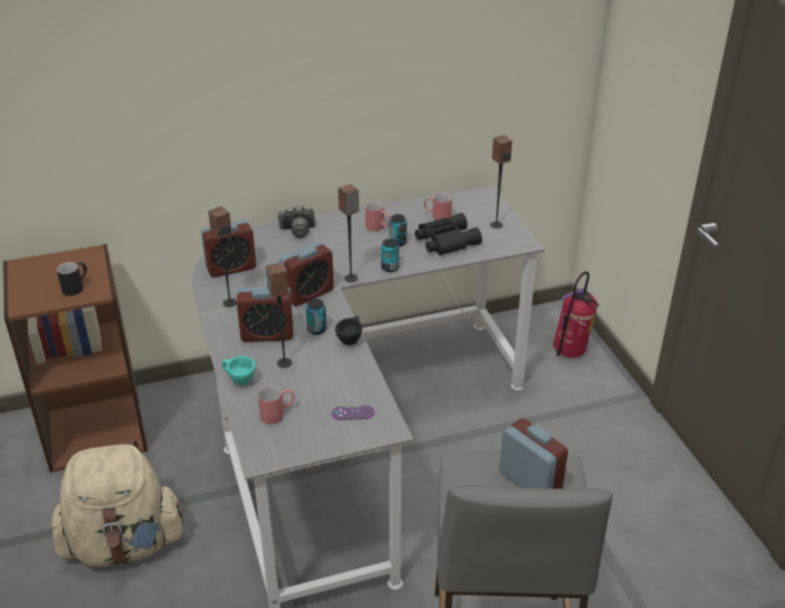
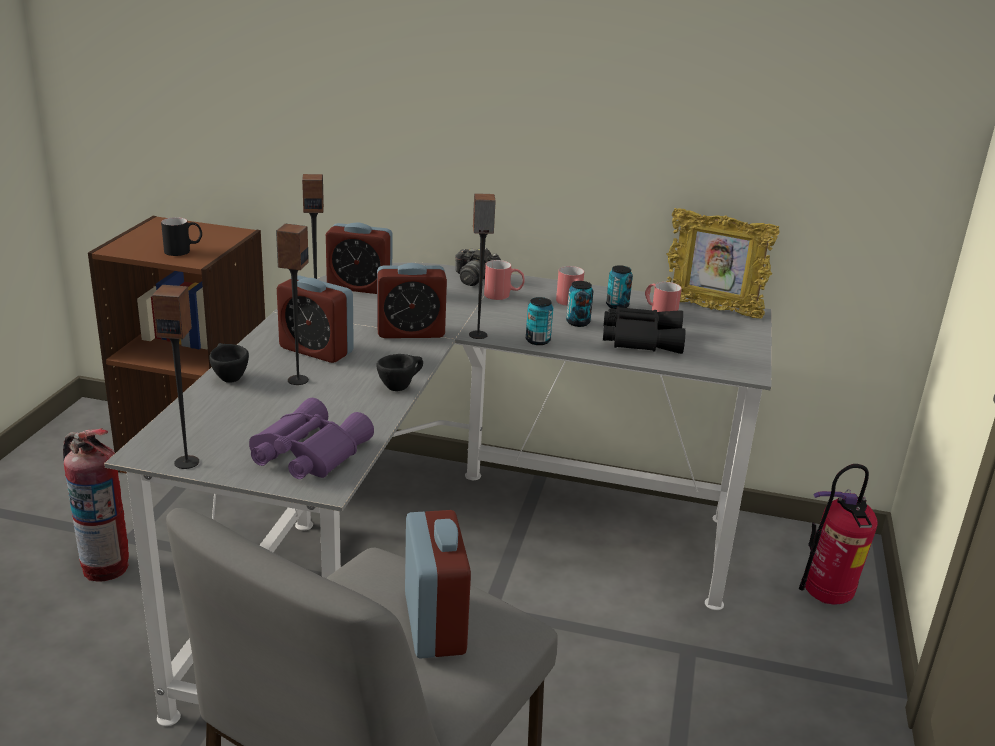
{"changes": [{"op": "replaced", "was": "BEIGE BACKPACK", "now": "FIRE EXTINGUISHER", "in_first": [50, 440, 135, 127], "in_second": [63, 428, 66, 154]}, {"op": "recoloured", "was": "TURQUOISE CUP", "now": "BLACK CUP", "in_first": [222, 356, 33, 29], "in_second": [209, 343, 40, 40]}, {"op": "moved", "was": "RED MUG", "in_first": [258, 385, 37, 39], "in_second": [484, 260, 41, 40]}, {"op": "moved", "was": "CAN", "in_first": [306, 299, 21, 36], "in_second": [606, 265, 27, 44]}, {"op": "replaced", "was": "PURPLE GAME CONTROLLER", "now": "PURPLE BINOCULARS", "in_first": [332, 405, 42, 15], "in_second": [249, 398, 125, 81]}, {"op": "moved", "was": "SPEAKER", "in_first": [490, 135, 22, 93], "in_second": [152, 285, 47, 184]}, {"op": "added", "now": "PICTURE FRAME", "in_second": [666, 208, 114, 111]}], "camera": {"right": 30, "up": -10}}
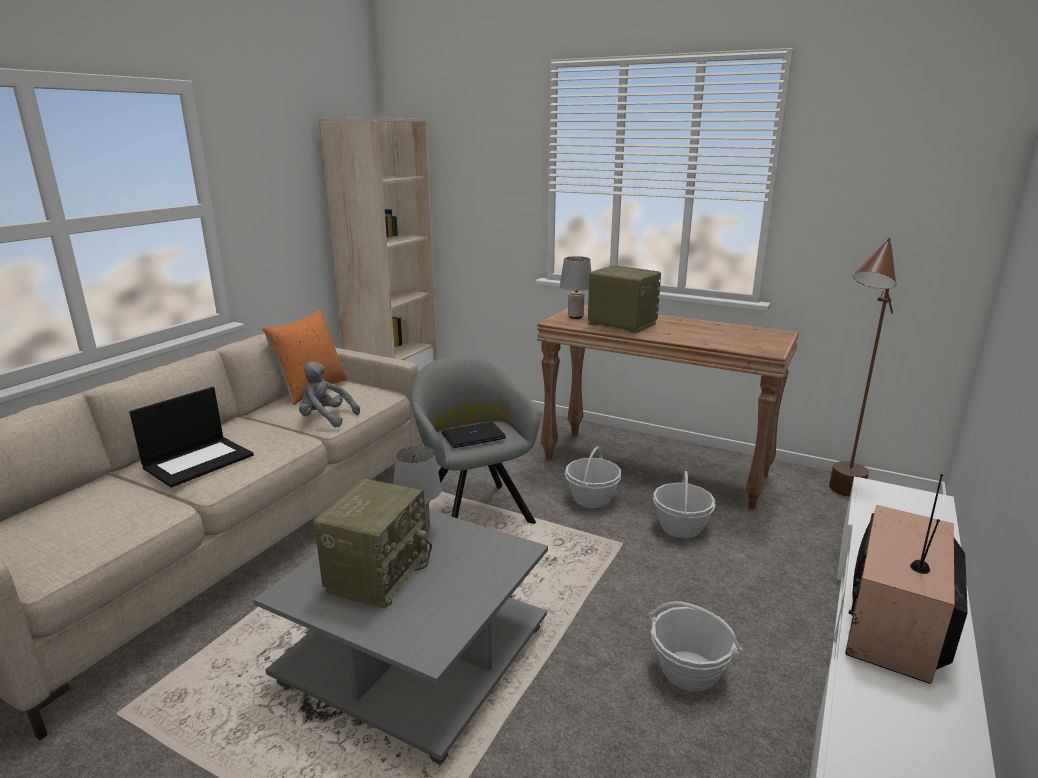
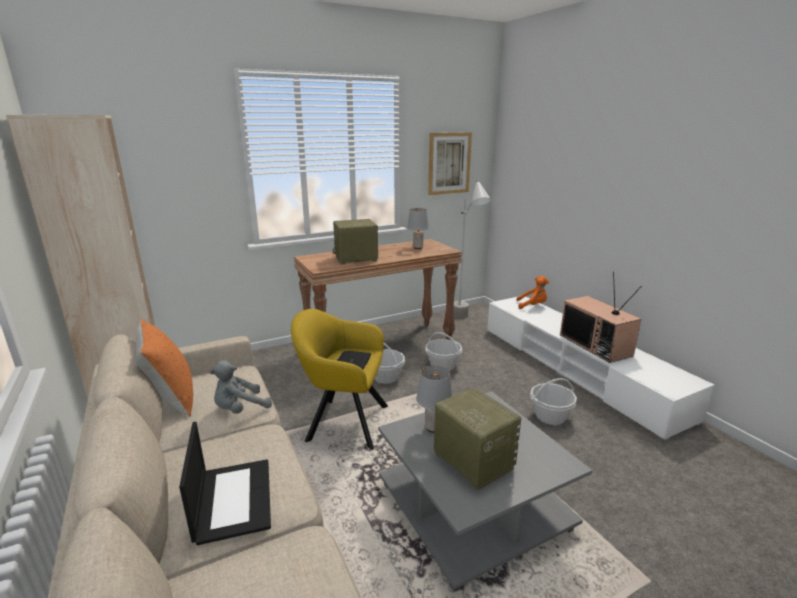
{"changes": [{"op": "recoloured", "was": "GREY ARMCHAIR", "now": "YELLOW ARMCHAIR", "in_first": [410, 355, 130, 169], "in_second": [291, 309, 97, 141]}, {"op": "moved", "was": "GREY TABLE LAMP", "in_first": [560, 256, 31, 63], "in_second": [407, 208, 22, 41]}, {"op": "recoloured", "was": "BROWN FLOOR LAMP", "now": "GREY FLOOR LAMP", "in_first": [829, 238, 67, 259], "in_second": [454, 179, 37, 140]}, {"op": "added", "now": "PICTURE", "in_second": [428, 132, 44, 63]}, {"op": "added", "now": "ORANGE PLUSH TOY", "in_second": [517, 276, 32, 33]}], "camera": {"right": -55, "up": 0}}
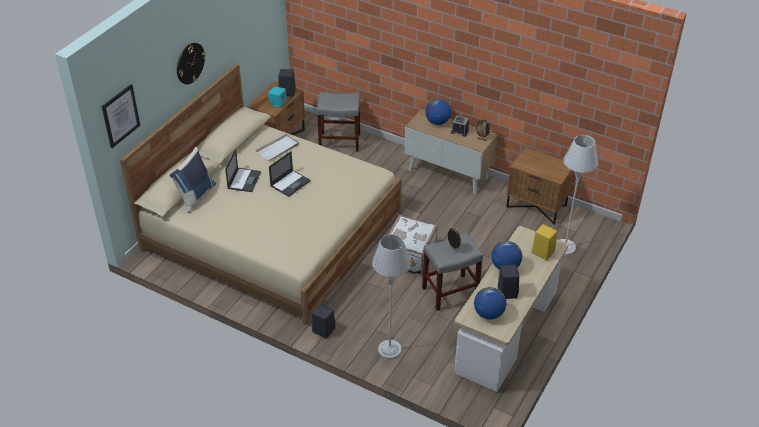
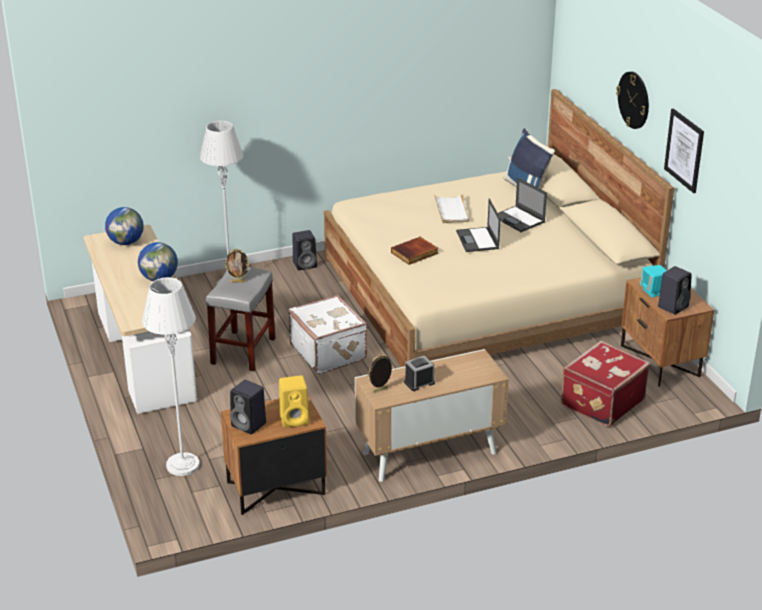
{"changes": [{"op": "moved", "was": "PICTURE", "in_first": [101, 84, 39, 64], "in_second": [664, 108, 40, 85]}, {"op": "moved", "was": "WHITE TRAY", "in_first": [255, 134, 44, 27], "in_second": [434, 193, 35, 30]}, {"op": "replaced", "was": "GREY STOOL", "now": "RED SUITCASE", "in_first": [317, 92, 43, 60], "in_second": [561, 341, 89, 86]}, {"op": "removed", "was": "GLOBE", "in_first": [425, 99, 26, 26]}, {"op": "moved", "was": "BLACK SPEAKER", "in_first": [498, 264, 21, 35], "in_second": [230, 380, 36, 54]}, {"op": "moved", "was": "YELLOW SPEAKER", "in_first": [532, 224, 25, 36], "in_second": [279, 375, 31, 53]}, {"op": "added", "now": "BOOK", "in_second": [391, 237, 47, 28]}], "camera": {"right": 130, "up": -10}}
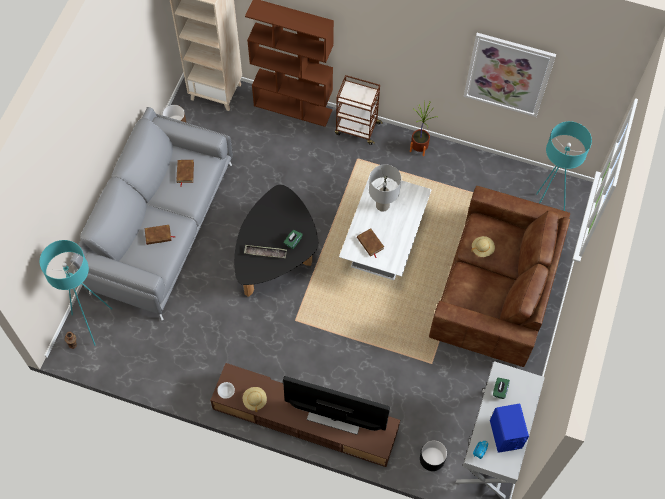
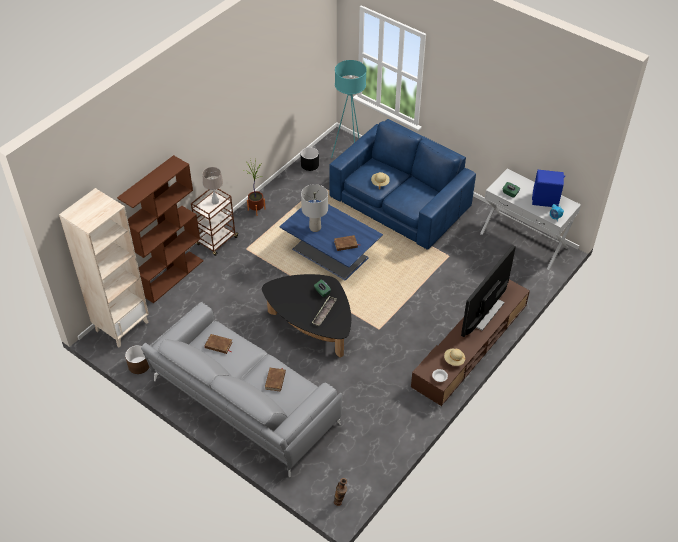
{"changes": [{"op": "removed", "was": "TURQUOISE FLOOR LAMP", "in_first": [40, 240, 72, 106]}, {"op": "recoloured", "was": "WHITE COFFEE TABLE", "now": "BLUE COFFEE TABLE", "in_first": [339, 171, 93, 109], "in_second": [279, 200, 104, 81]}, {"op": "moved", "was": "BLACK PLANTER", "in_first": [420, 440, 27, 31], "in_second": [301, 147, 18, 24]}, {"op": "recoloured", "was": "BROWN SOFA", "now": "BLUE SOFA", "in_first": [429, 186, 141, 181], "in_second": [329, 119, 147, 131]}, {"op": "removed", "was": "PICTURE", "in_first": [463, 33, 93, 84]}, {"op": "added", "now": "BEIGE TABLE LAMP", "in_second": [202, 167, 21, 37]}], "camera": {"right": -70, "up": -15}}
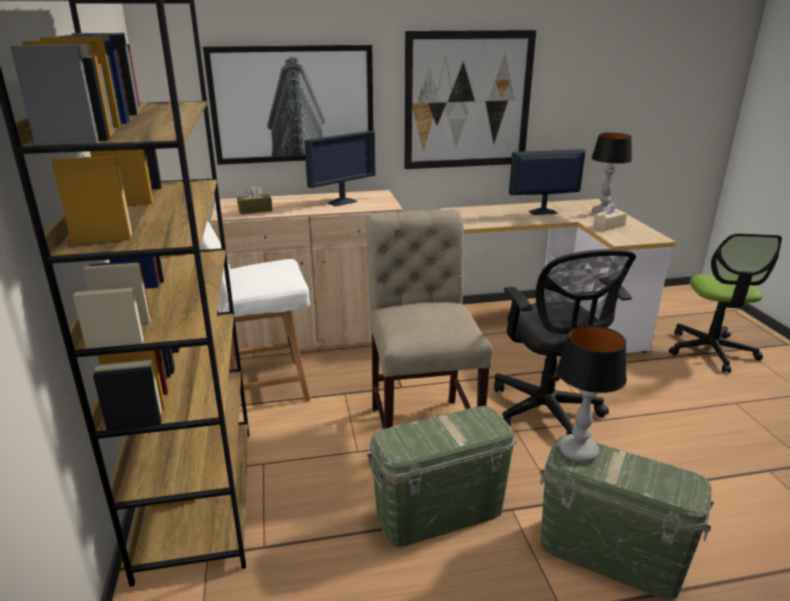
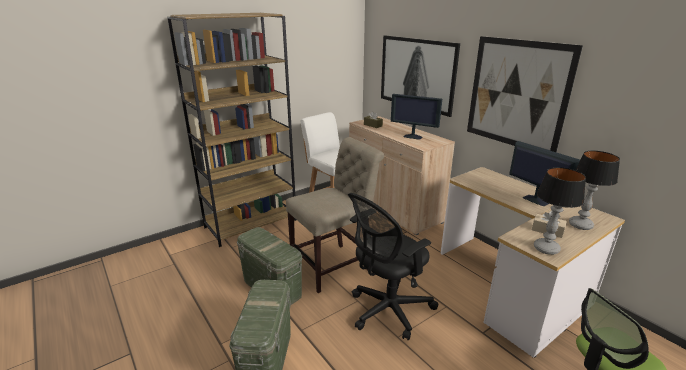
{"changes": [{"op": "moved", "was": "TABLE LAMP", "in_first": [557, 325, 70, 138], "in_second": [534, 167, 52, 88]}], "camera": {"right": 65, "up": 0}}
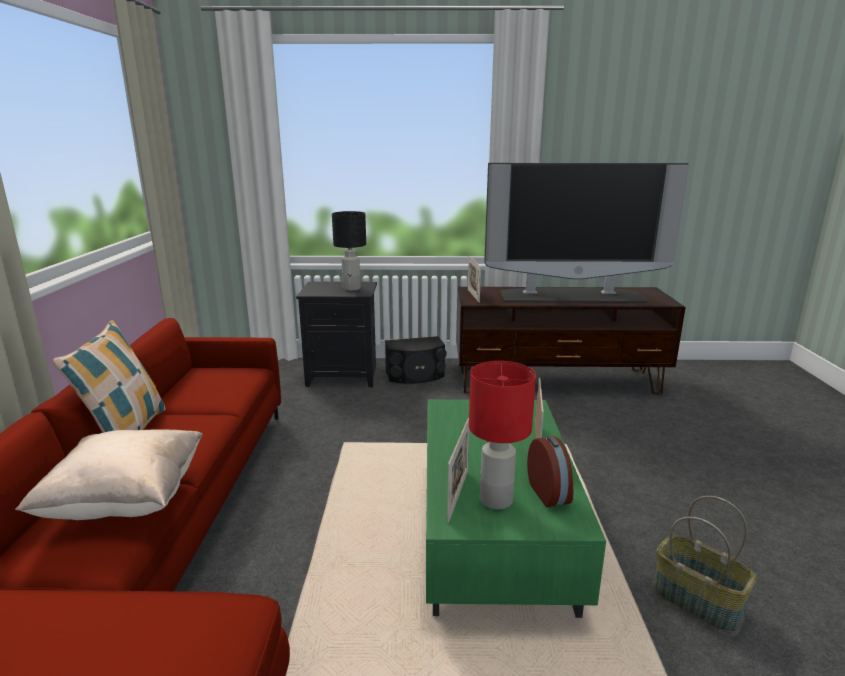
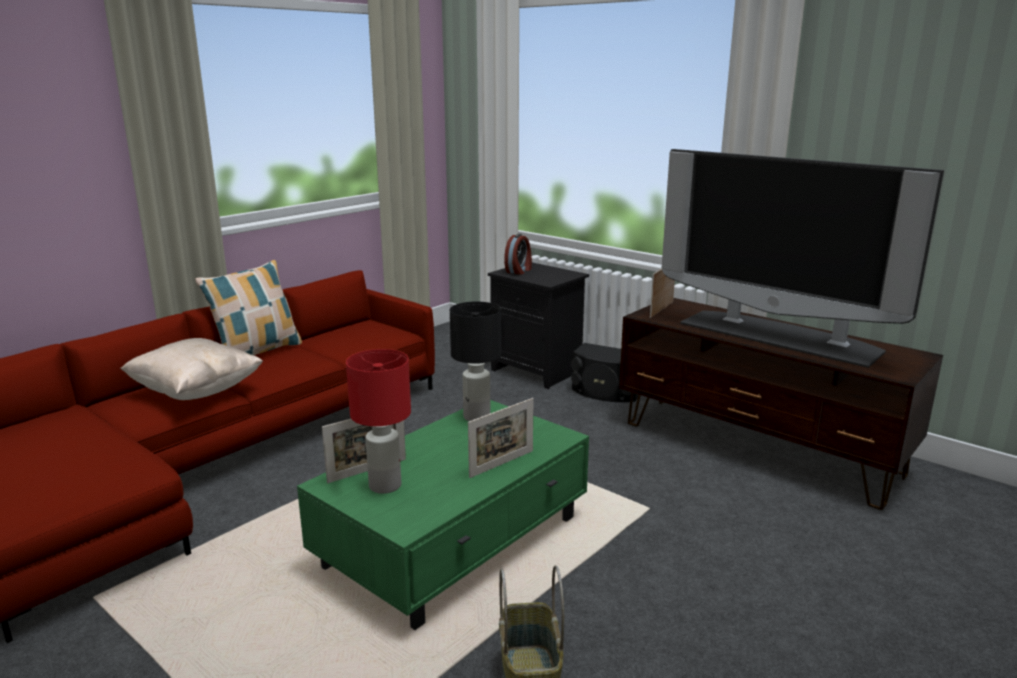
{"changes": [{"op": "moved", "was": "BLACK TABLE LAMP", "in_first": [332, 211, 34, 80], "in_second": [450, 301, 51, 120]}, {"op": "moved", "was": "ALARM CLOCK", "in_first": [527, 436, 46, 71], "in_second": [504, 234, 28, 41]}], "camera": {"right": 40, "up": 0}}
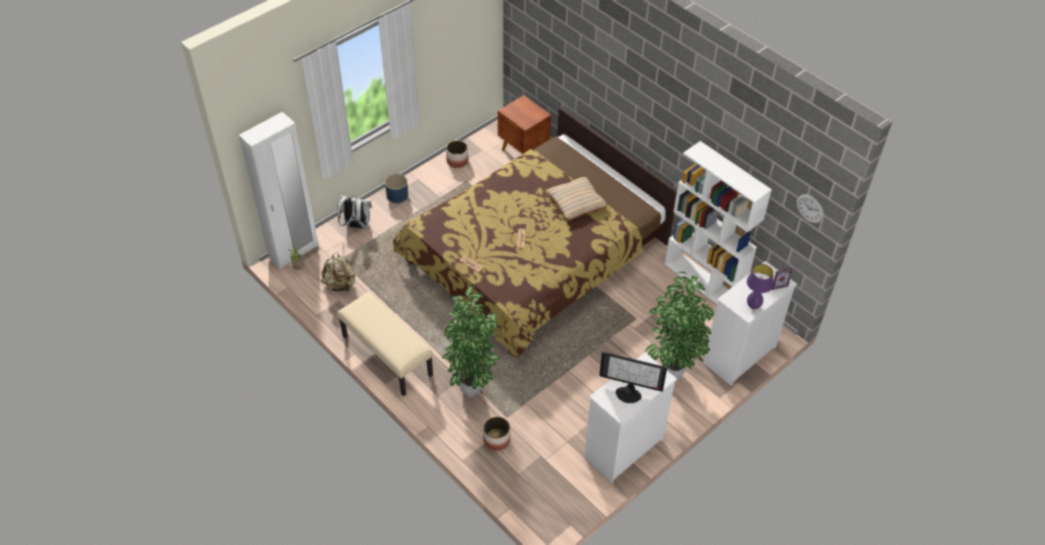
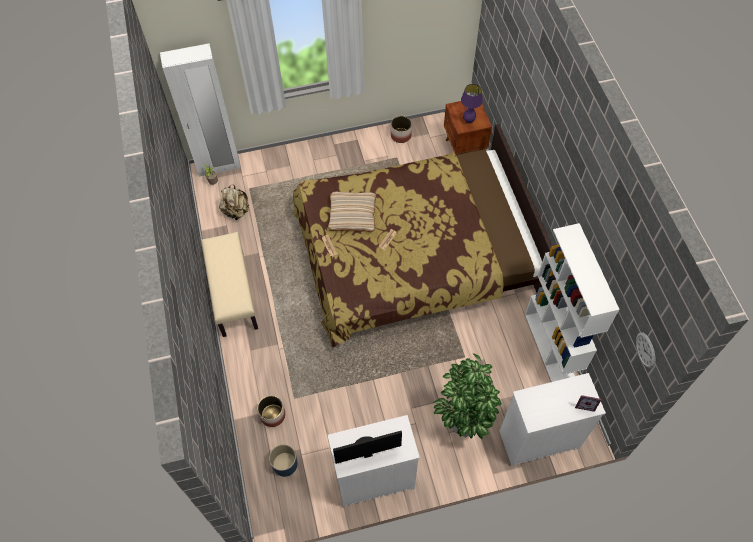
{"changes": [{"op": "removed", "was": "WHITE BACKPACK", "in_first": [337, 195, 35, 34]}, {"op": "moved", "was": "BLUE PLANTER", "in_first": [385, 174, 23, 29], "in_second": [269, 444, 29, 33]}, {"op": "removed", "was": "POTTED PLANT", "in_first": [442, 286, 58, 111]}, {"op": "moved", "was": "BEIGE PILLOW", "in_first": [547, 177, 60, 45], "in_second": [328, 192, 48, 40]}, {"op": "turned", "was": "MONITOR", "in_first": [599, 352, 68, 51], "in_second": [333, 431, 69, 33], "clockwise": 120}, {"op": "moved", "was": "PURPLE TABLE LAMP", "in_first": [747, 264, 26, 45], "in_second": [461, 84, 22, 39]}], "camera": {"right": 30, "up": 10}}
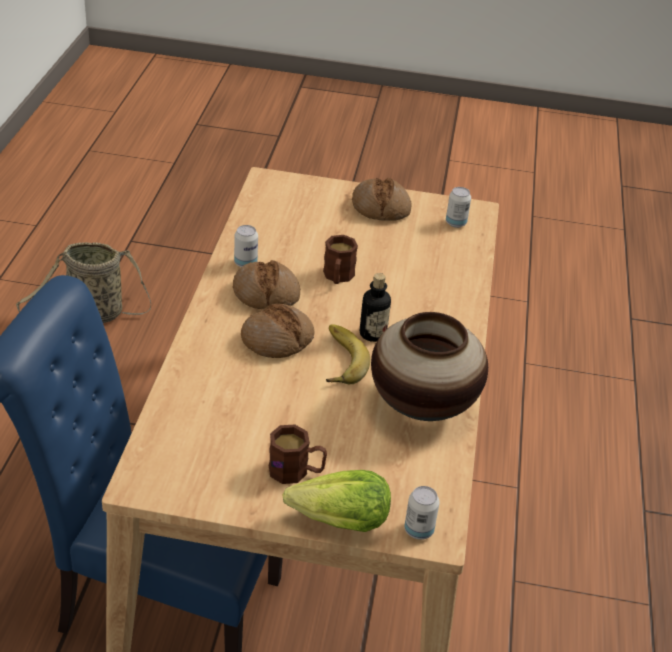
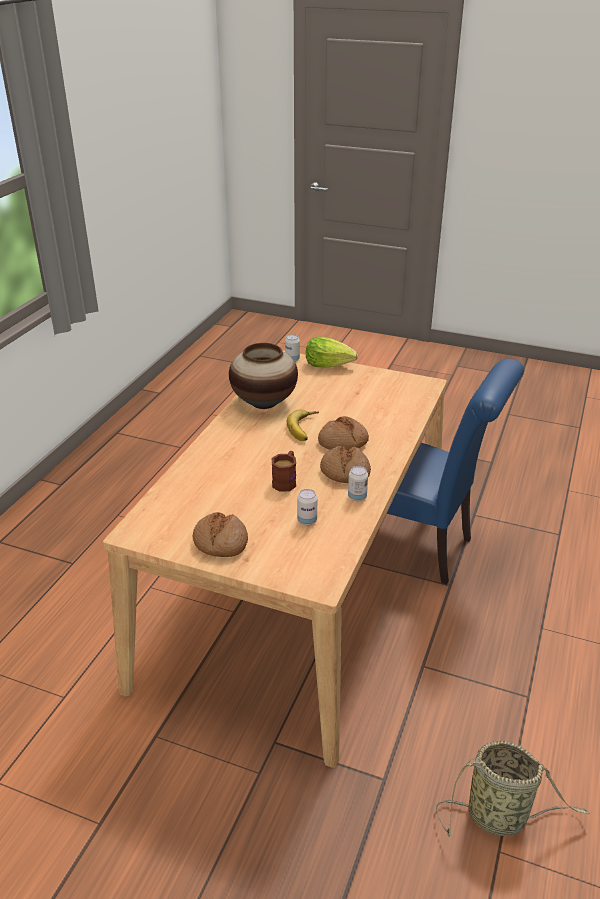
{"changes": [{"op": "removed", "was": "BROWN MUG", "in_first": [269, 424, 58, 60]}, {"op": "removed", "was": "BOTTLE", "in_first": [360, 273, 31, 69]}, {"op": "moved", "was": "CAN", "in_first": [446, 187, 25, 41], "in_second": [297, 489, 20, 36]}], "camera": {"right": -165, "up": -5}}
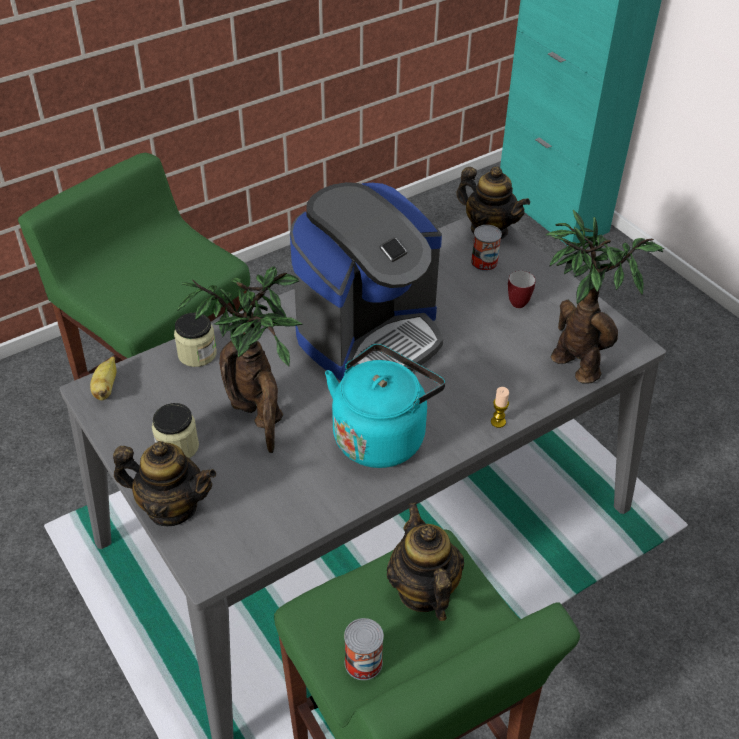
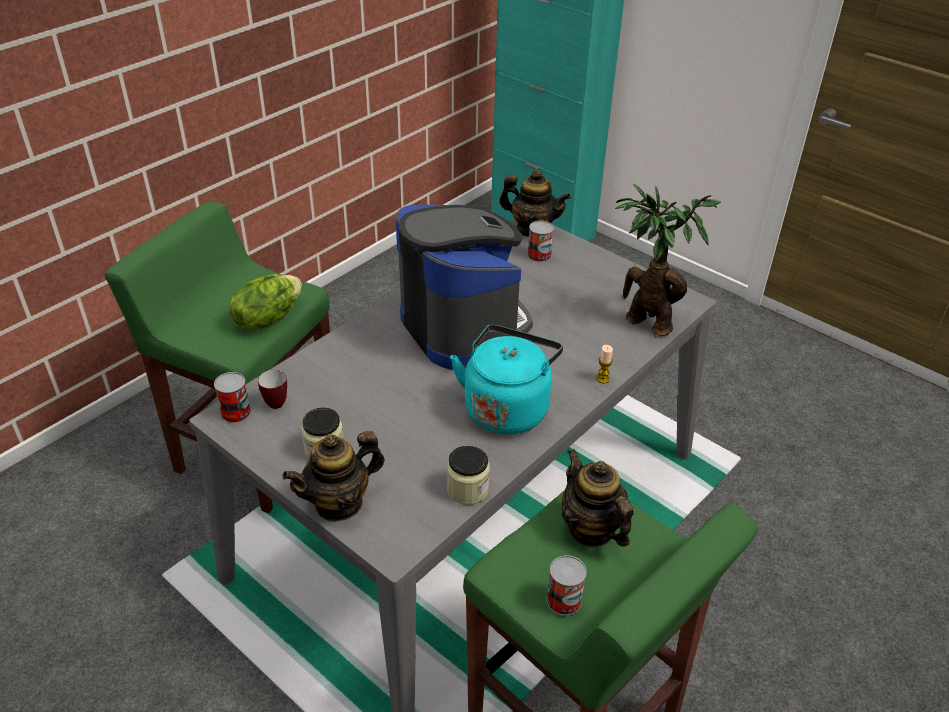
{"changes": [{"op": "replaced", "was": "BANANA", "now": "CAN", "in_first": [90, 356, 27, 44], "in_second": [214, 372, 37, 51]}, {"op": "turned", "was": "TEAPOT", "in_first": [113, 441, 103, 85], "in_second": [282, 431, 103, 91], "clockwise": 150}, {"op": "moved", "was": "JAR", "in_first": [174, 313, 43, 54], "in_second": [447, 446, 43, 59]}, {"op": "removed", "was": "POTTED PLANT", "in_first": [177, 266, 125, 187]}, {"op": "turned", "was": "COFFEE MACHINE", "in_first": [290, 182, 153, 199], "in_second": [396, 205, 137, 165], "clockwise": -60}, {"op": "moved", "was": "MUG", "in_first": [508, 271, 28, 37], "in_second": [258, 370, 29, 39]}, {"op": "added", "now": "LETTUCE", "in_second": [228, 274, 74, 56]}], "camera": {"right": -15, "up": -5}}
